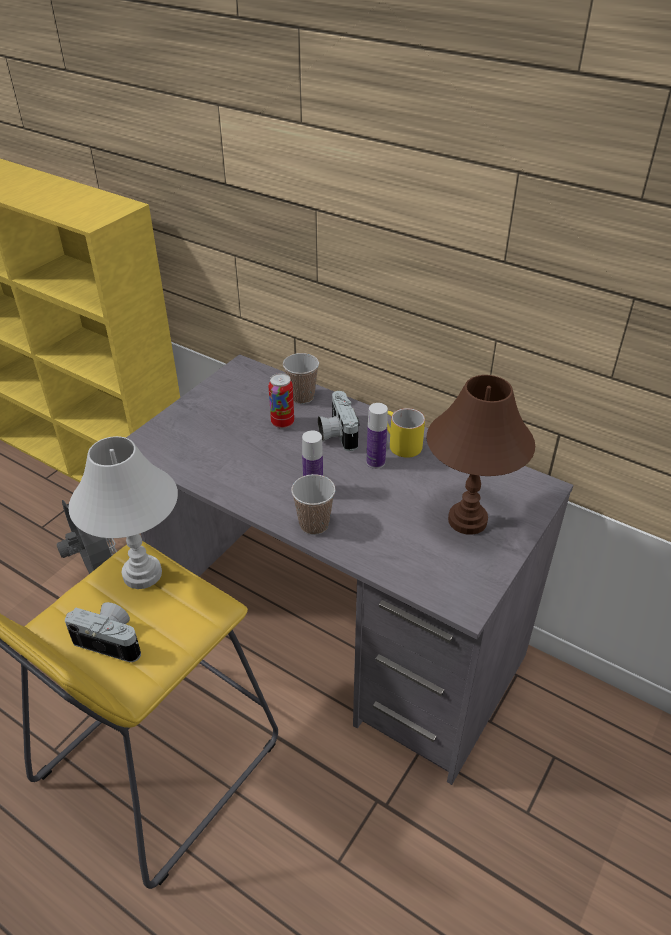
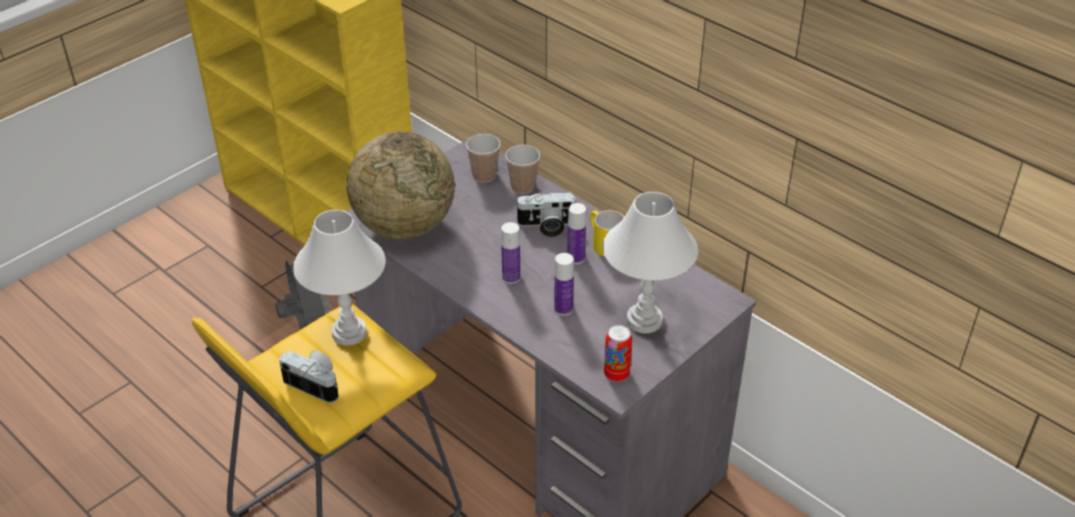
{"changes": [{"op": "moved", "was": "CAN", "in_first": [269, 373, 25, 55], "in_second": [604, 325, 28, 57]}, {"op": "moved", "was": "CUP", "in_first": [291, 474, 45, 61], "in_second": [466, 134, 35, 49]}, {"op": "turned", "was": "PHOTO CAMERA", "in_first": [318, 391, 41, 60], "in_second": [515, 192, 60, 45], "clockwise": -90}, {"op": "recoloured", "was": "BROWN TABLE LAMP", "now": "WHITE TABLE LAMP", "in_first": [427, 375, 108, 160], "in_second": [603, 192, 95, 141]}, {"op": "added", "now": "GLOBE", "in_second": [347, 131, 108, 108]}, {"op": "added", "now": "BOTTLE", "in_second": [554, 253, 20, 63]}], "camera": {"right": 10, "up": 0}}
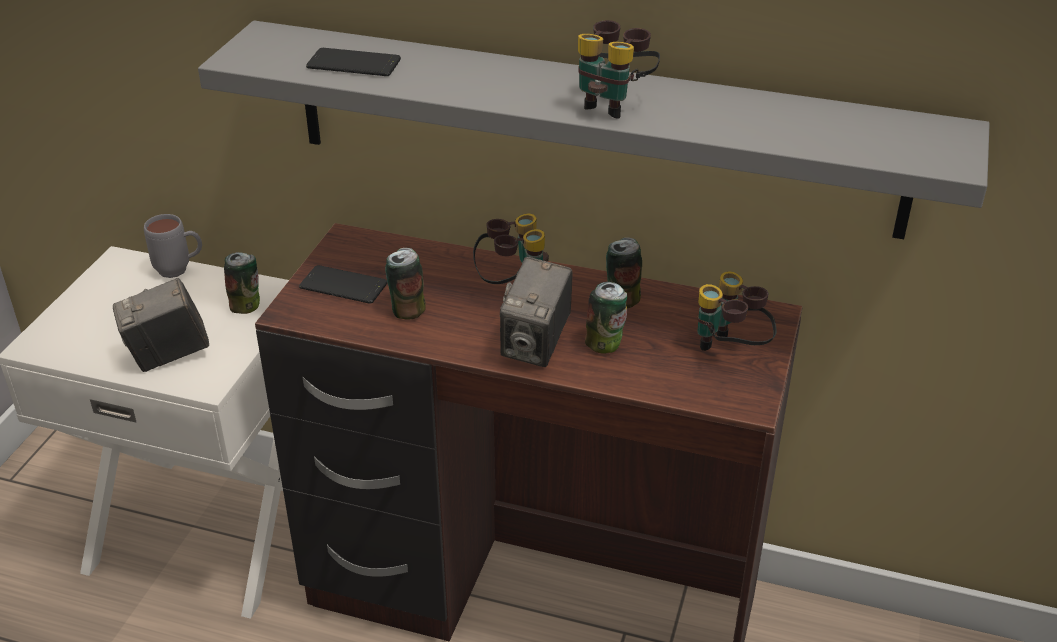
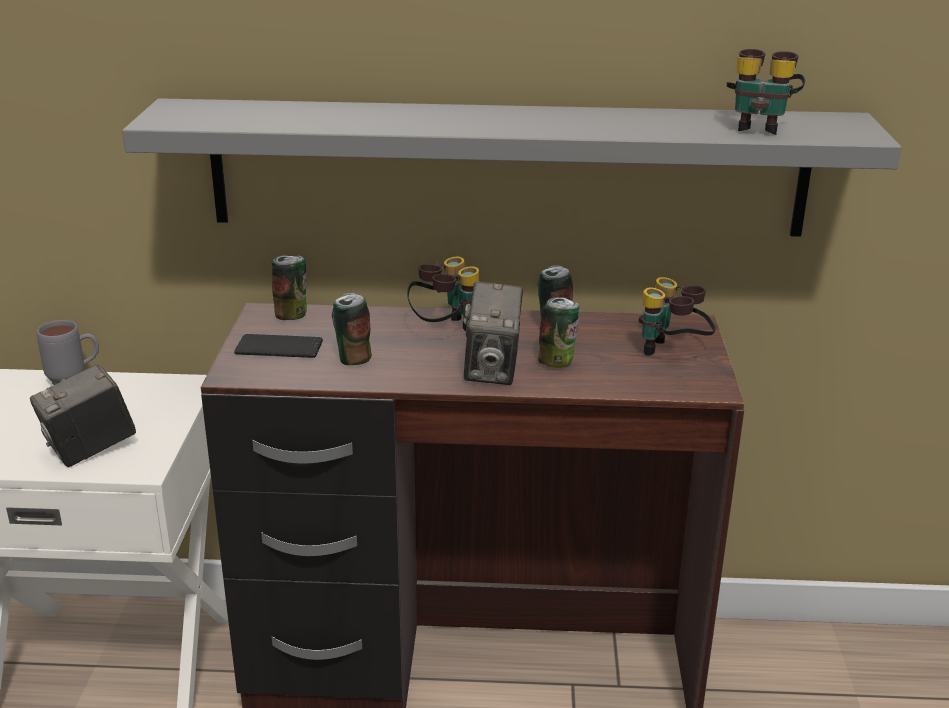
{"changes": [{"op": "moved", "was": "CAN", "in_first": [224, 252, 36, 62], "in_second": [271, 256, 36, 64]}, {"op": "removed", "was": "PHONE", "in_first": [306, 48, 95, 28]}, {"op": "moved", "was": "BINOCULARS", "in_first": [578, 20, 82, 99], "in_second": [727, 49, 78, 86]}], "camera": {"right": -15, "up": -10}}
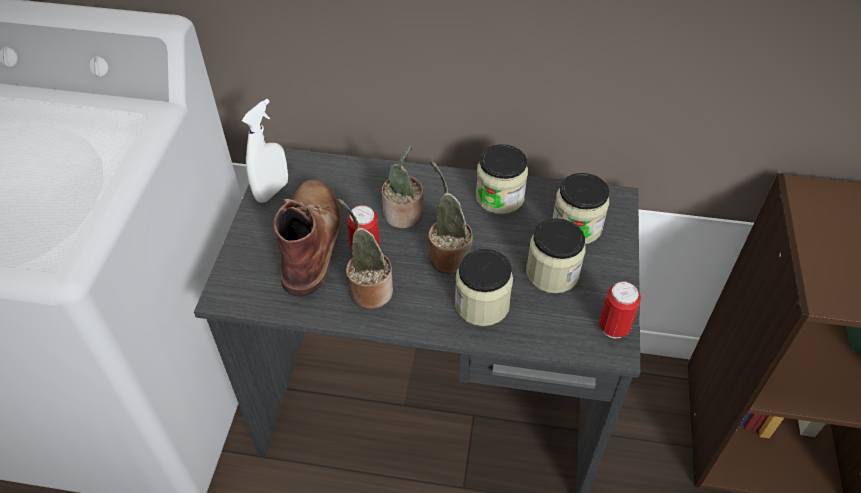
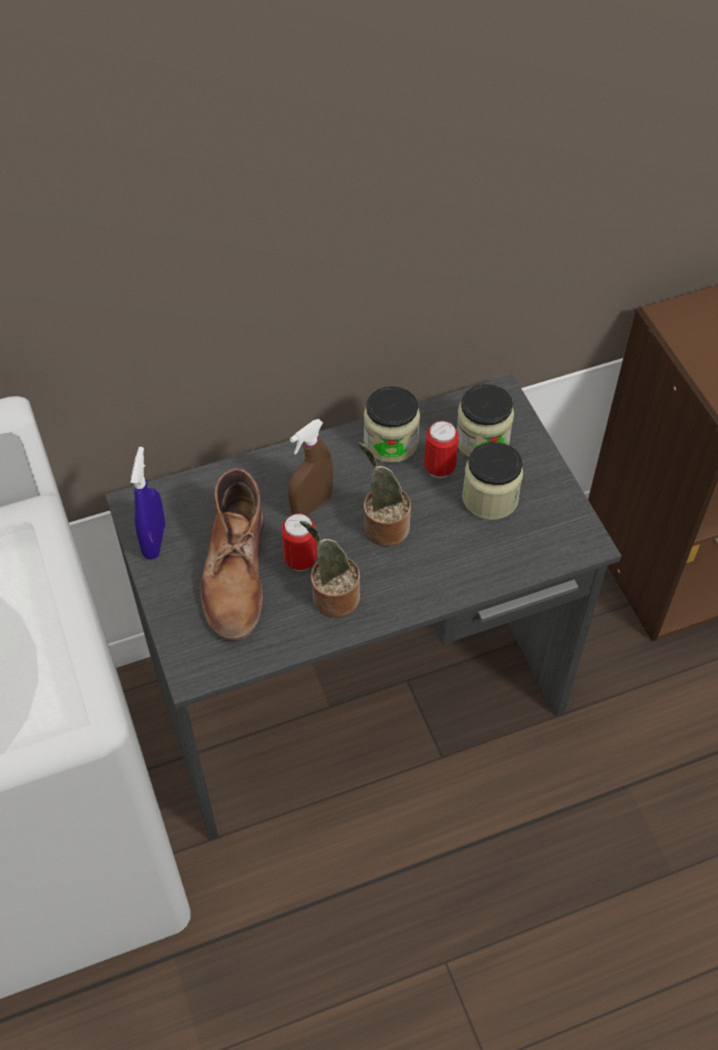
{"changes": [{"op": "recoloured", "was": "WHITE SPRAY BOTTLE", "now": "BLUE SPRAY BOTTLE", "in_first": [242, 99, 46, 104], "in_second": [130, 447, 35, 113]}, {"op": "turned", "was": "BROWN BOOT", "in_first": [273, 180, 69, 117], "in_second": [200, 468, 64, 173], "clockwise": -150}, {"op": "replaced", "was": "POTTED PLANT", "now": "BROWN SPRAY BOTTLE", "in_first": [382, 145, 42, 83], "in_second": [288, 419, 45, 97]}, {"op": "removed", "was": "JAR", "in_first": [455, 249, 58, 77]}, {"op": "moved", "was": "CAN", "in_first": [599, 281, 42, 57], "in_second": [424, 421, 35, 57]}], "camera": {"right": -30, "up": 5}}
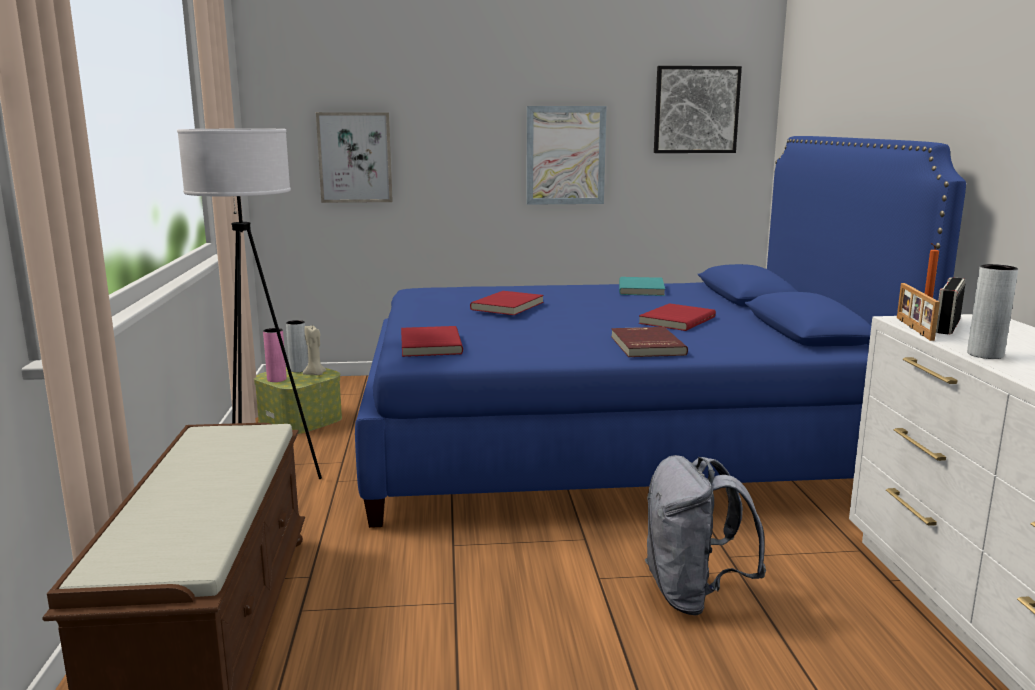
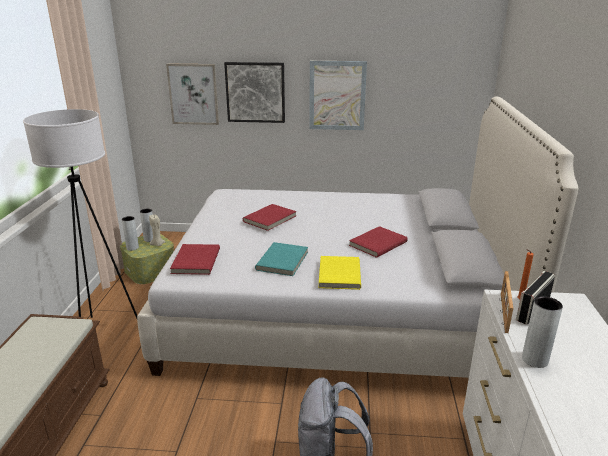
{"changes": [{"op": "recoloured", "was": "PINK VASE", "now": "GREY VASE", "in_first": [263, 328, 24, 54], "in_second": [122, 216, 17, 35]}, {"op": "recoloured", "was": "BLUE BED", "now": "WHITE BED", "in_first": [355, 136, 611, 392], "in_second": [137, 96, 441, 282]}, {"op": "recoloured", "was": "RED BOOK", "now": "YELLOW BOOK", "in_first": [611, 327, 77, 30], "in_second": [319, 256, 42, 34]}, {"op": "moved", "was": "TURQUOISE BOOK", "in_first": [619, 277, 46, 19], "in_second": [255, 242, 53, 34]}, {"op": "moved", "was": "PICTURE", "in_first": [654, 66, 88, 87], "in_second": [224, 62, 61, 61]}], "camera": {"right": 10, "up": 10}}
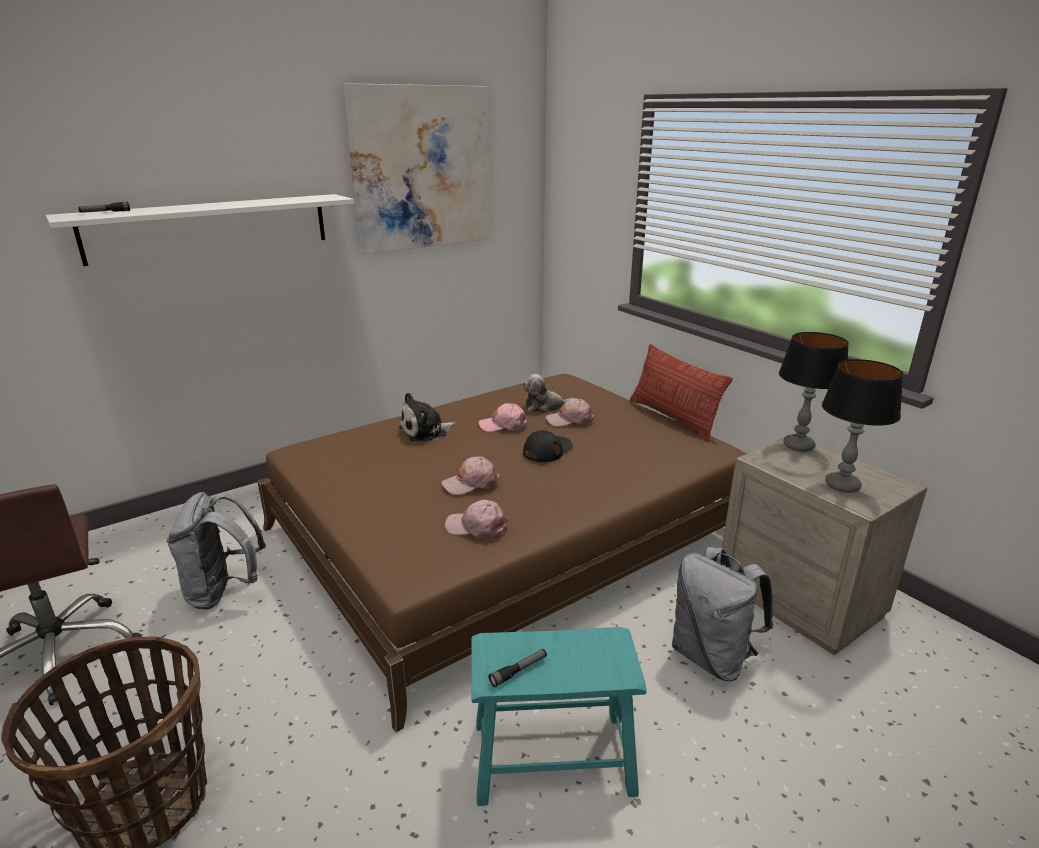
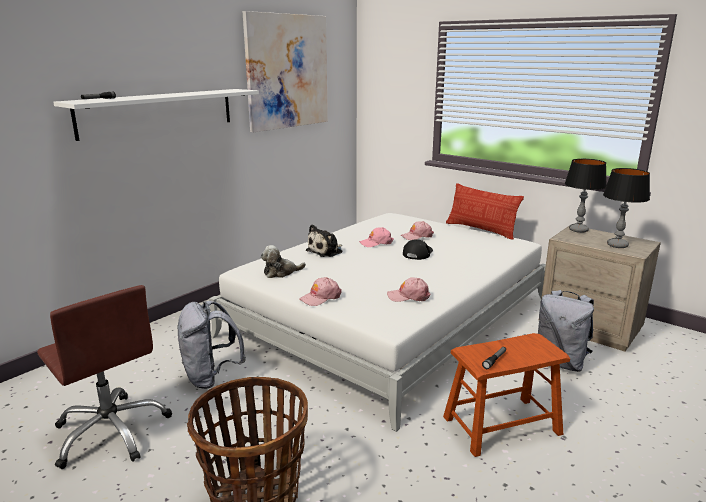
{"changes": [{"op": "recoloured", "was": "BROWN BED", "now": "WHITE BED", "in_first": [257, 374, 489, 358], "in_second": [209, 213, 337, 219]}, {"op": "moved", "was": "PINK CAP", "in_first": [441, 456, 59, 39], "in_second": [299, 277, 43, 29]}, {"op": "recoloured", "was": "TURQUOISE STOOL", "now": "BROWN STOOL", "in_first": [471, 627, 175, 179], "in_second": [443, 333, 127, 124]}, {"op": "moved", "was": "PLUSH TOY", "in_first": [523, 374, 49, 39], "in_second": [261, 245, 45, 33]}], "camera": {"right": -15, "up": -5}}
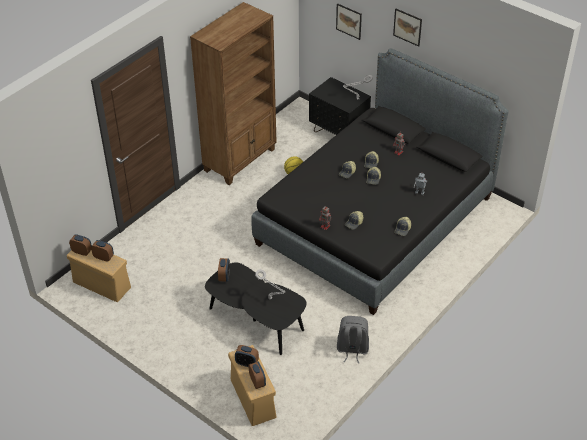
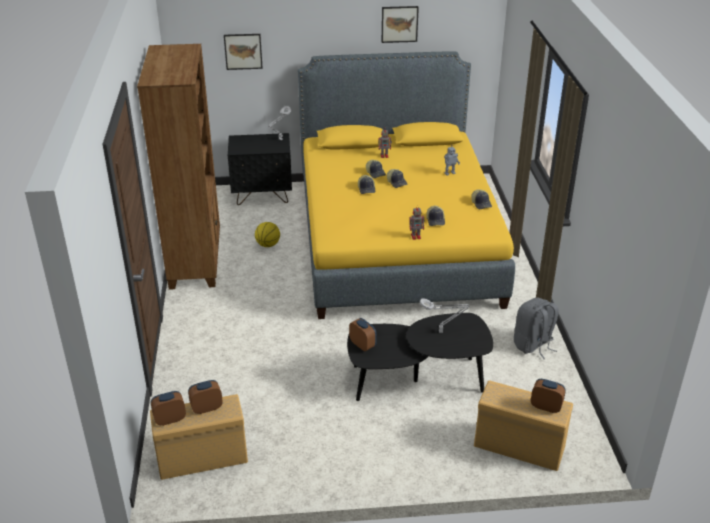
{"changes": [{"op": "removed", "was": "ALARM CLOCK", "in_first": [235, 345, 24, 22]}, {"op": "recoloured", "was": "BLACK BED", "now": "YELLOW BED", "in_first": [251, 48, 257, 267], "in_second": [298, 51, 217, 268]}, {"op": "moved", "was": "PICTURE", "in_first": [393, 9, 29, 38], "in_second": [382, 6, 37, 37]}], "camera": {"right": -45, "up": -10}}
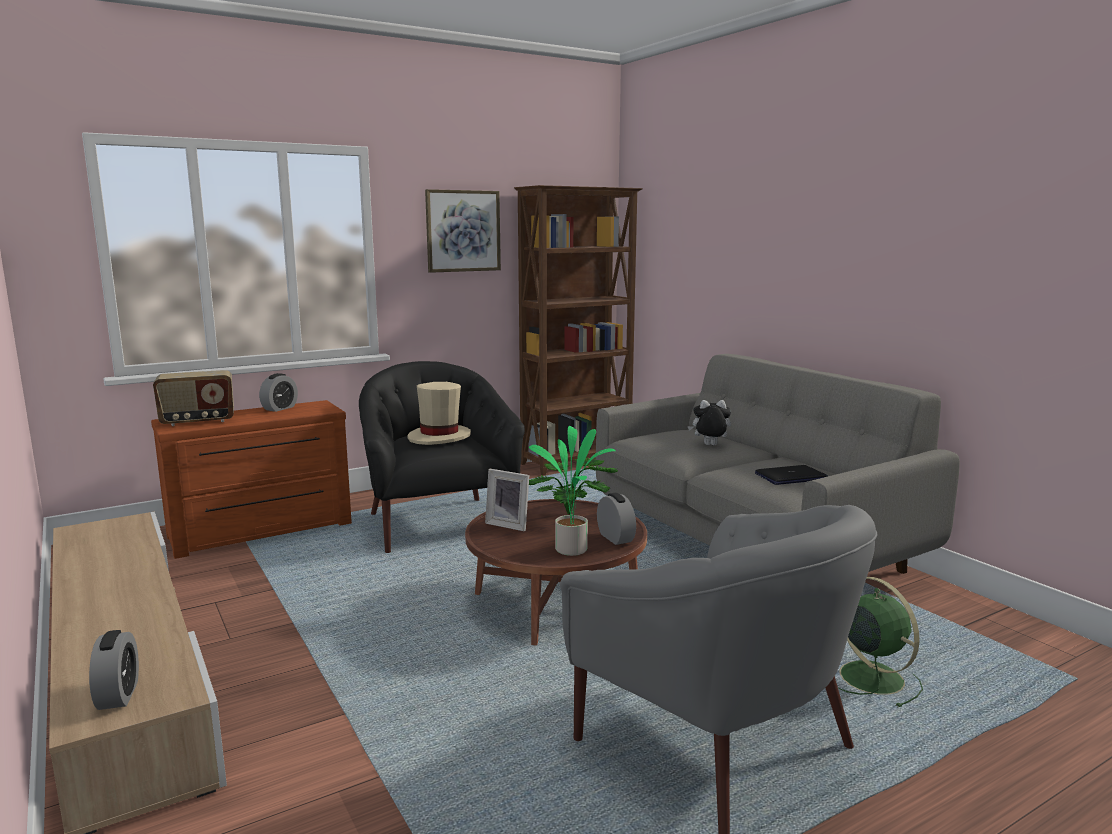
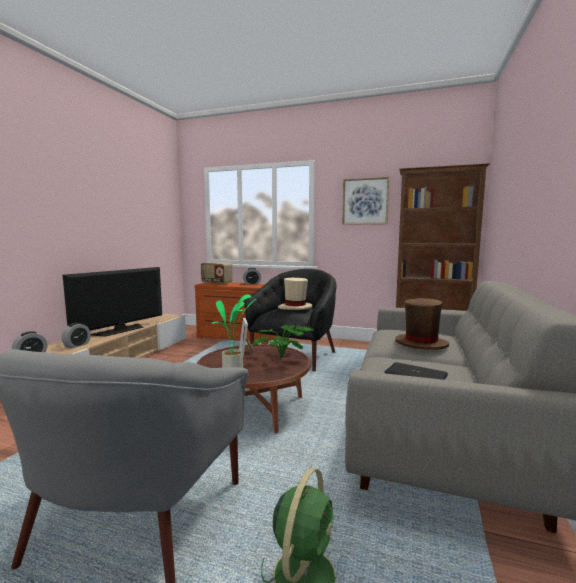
{"changes": [{"op": "moved", "was": "ALARM CLOCK", "in_first": [597, 493, 39, 52], "in_second": [61, 323, 30, 25]}, {"op": "replaced", "was": "PLUSH TOY", "now": "BROWN HAT", "in_first": [688, 400, 43, 45], "in_second": [395, 298, 54, 52]}, {"op": "added", "now": "TELEVISION", "in_second": [63, 267, 99, 70]}], "camera": {"right": 50, "up": -5}}
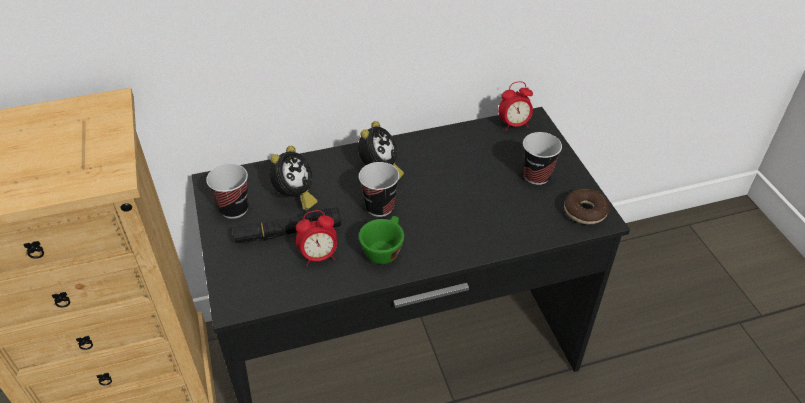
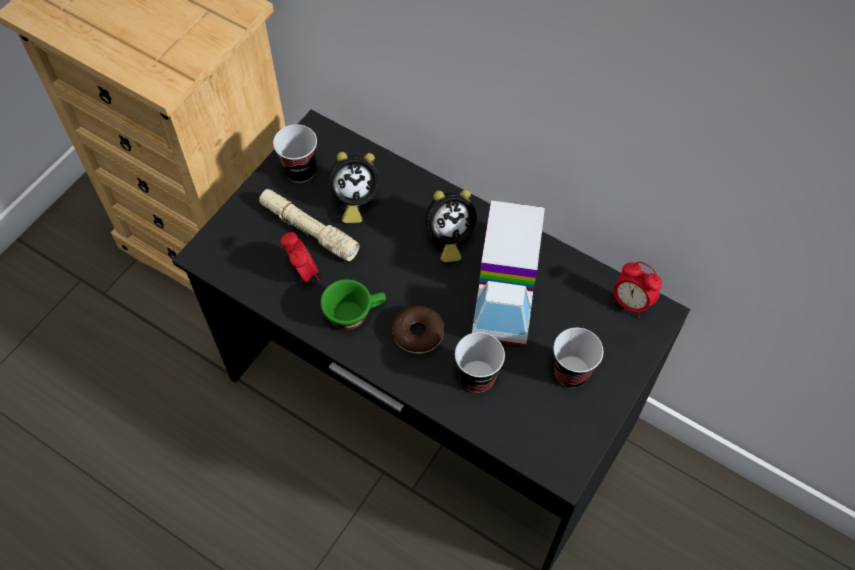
{"changes": [{"op": "recoloured", "was": "BLACK FLASHLIGHT", "now": "BEIGE FLASHLIGHT", "in_first": [233, 207, 108, 36], "in_second": [259, 189, 101, 72]}, {"op": "turned", "was": "ALARM CLOCK", "in_first": [296, 210, 41, 56], "in_second": [280, 232, 39, 50], "clockwise": -150}, {"op": "moved", "was": "CUP", "in_first": [359, 162, 40, 55], "in_second": [455, 332, 50, 61]}, {"op": "moved", "was": "DONUT", "in_first": [564, 189, 45, 35], "in_second": [392, 305, 52, 49]}, {"op": "added", "now": "TOY TRUCK", "in_second": [472, 201, 73, 145]}], "camera": {"right": 50, "up": 15}}
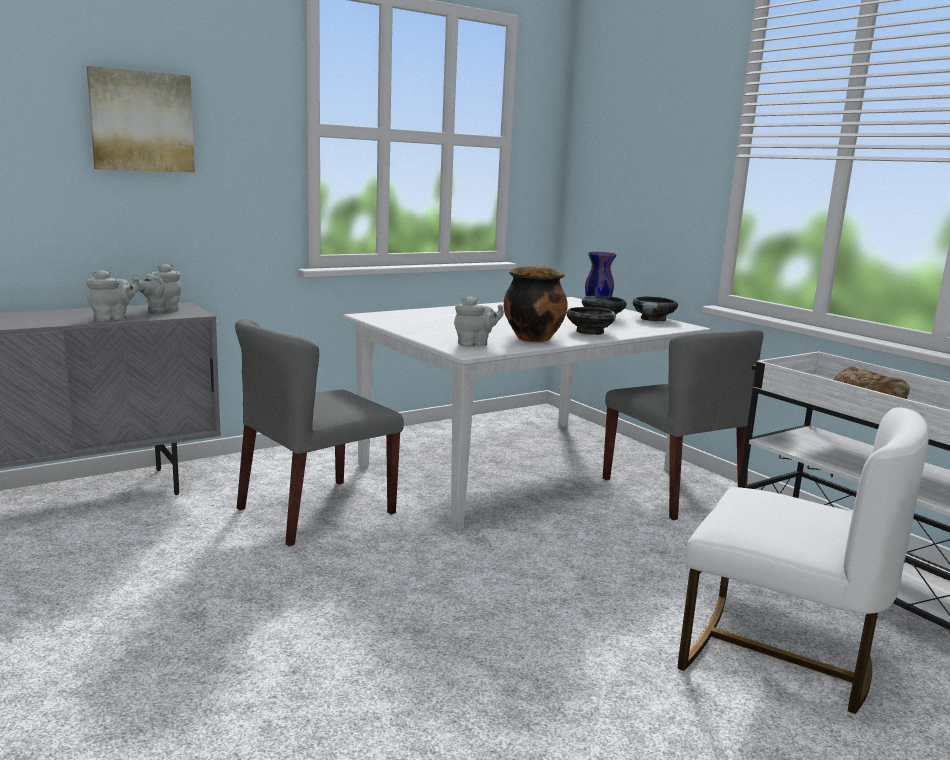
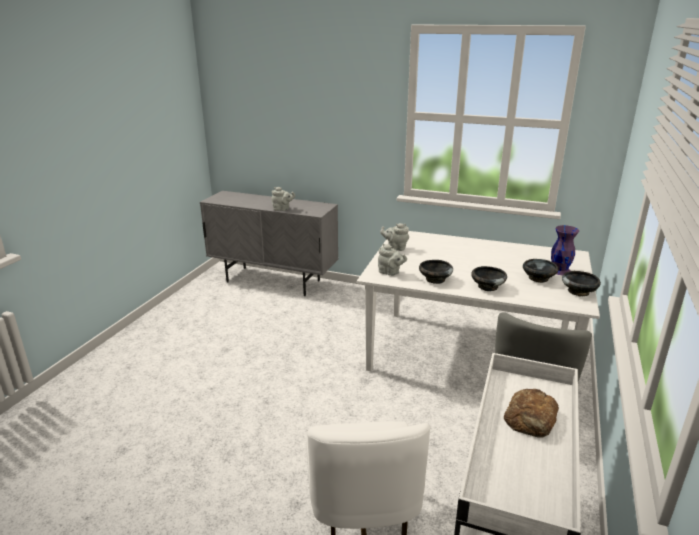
{"changes": [{"op": "removed", "was": "PICTURE", "in_first": [87, 66, 108, 107]}, {"op": "moved", "was": "GREY TEAPOT", "in_first": [132, 264, 49, 49], "in_second": [380, 223, 29, 28]}, {"op": "removed", "was": "GREY CHAIR", "in_first": [235, 319, 169, 227]}, {"op": "replaced", "was": "COOKING POT", "now": "BLACK BOWL", "in_first": [504, 266, 64, 76], "in_second": [419, 260, 34, 24]}], "camera": {"right": 55, "up": 10}}
